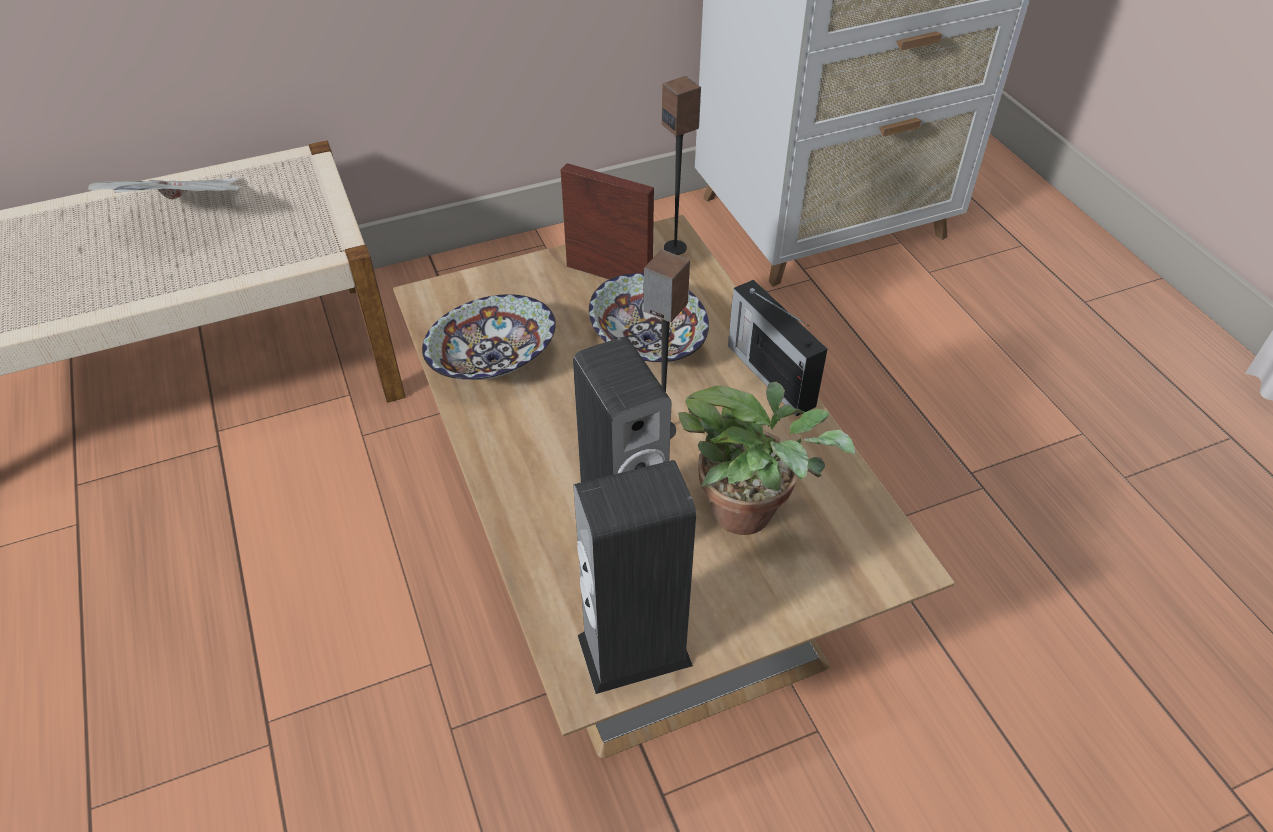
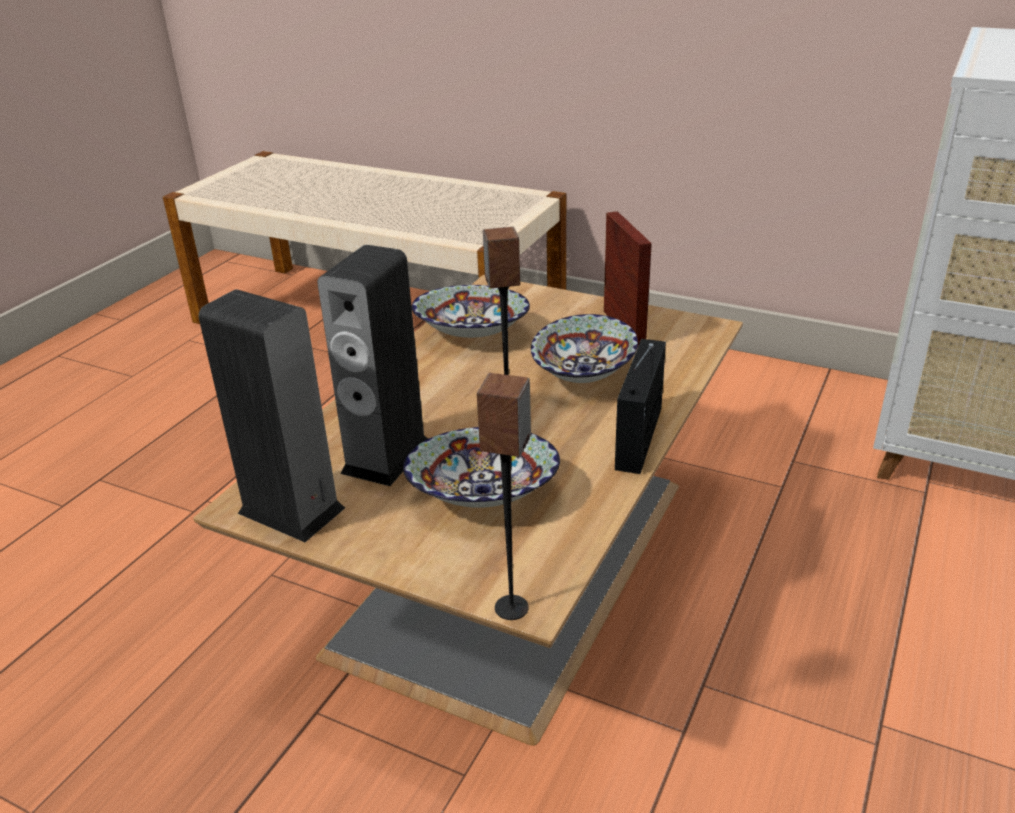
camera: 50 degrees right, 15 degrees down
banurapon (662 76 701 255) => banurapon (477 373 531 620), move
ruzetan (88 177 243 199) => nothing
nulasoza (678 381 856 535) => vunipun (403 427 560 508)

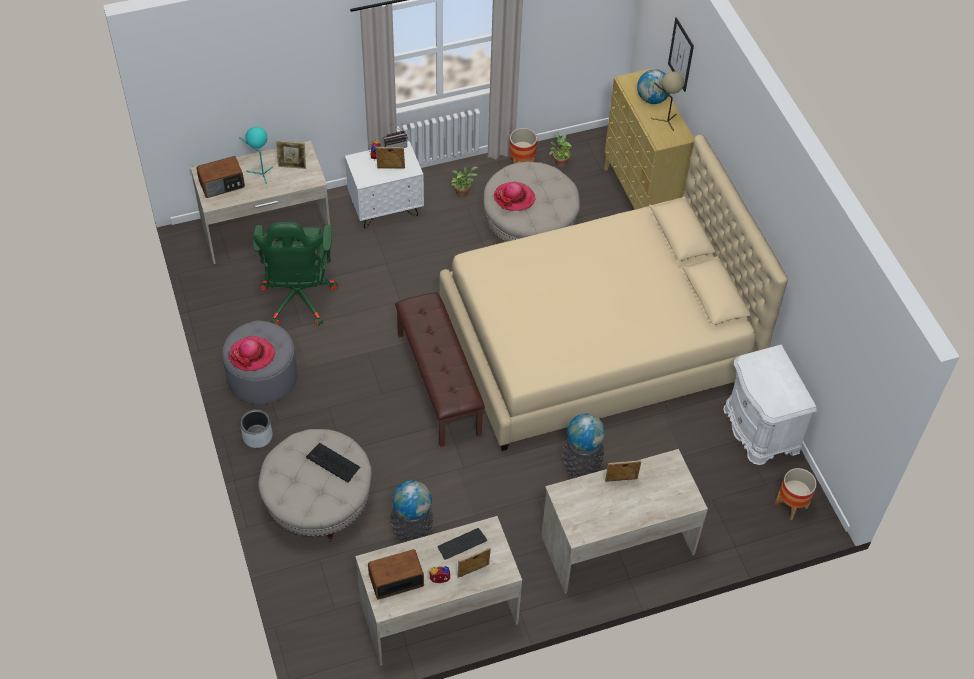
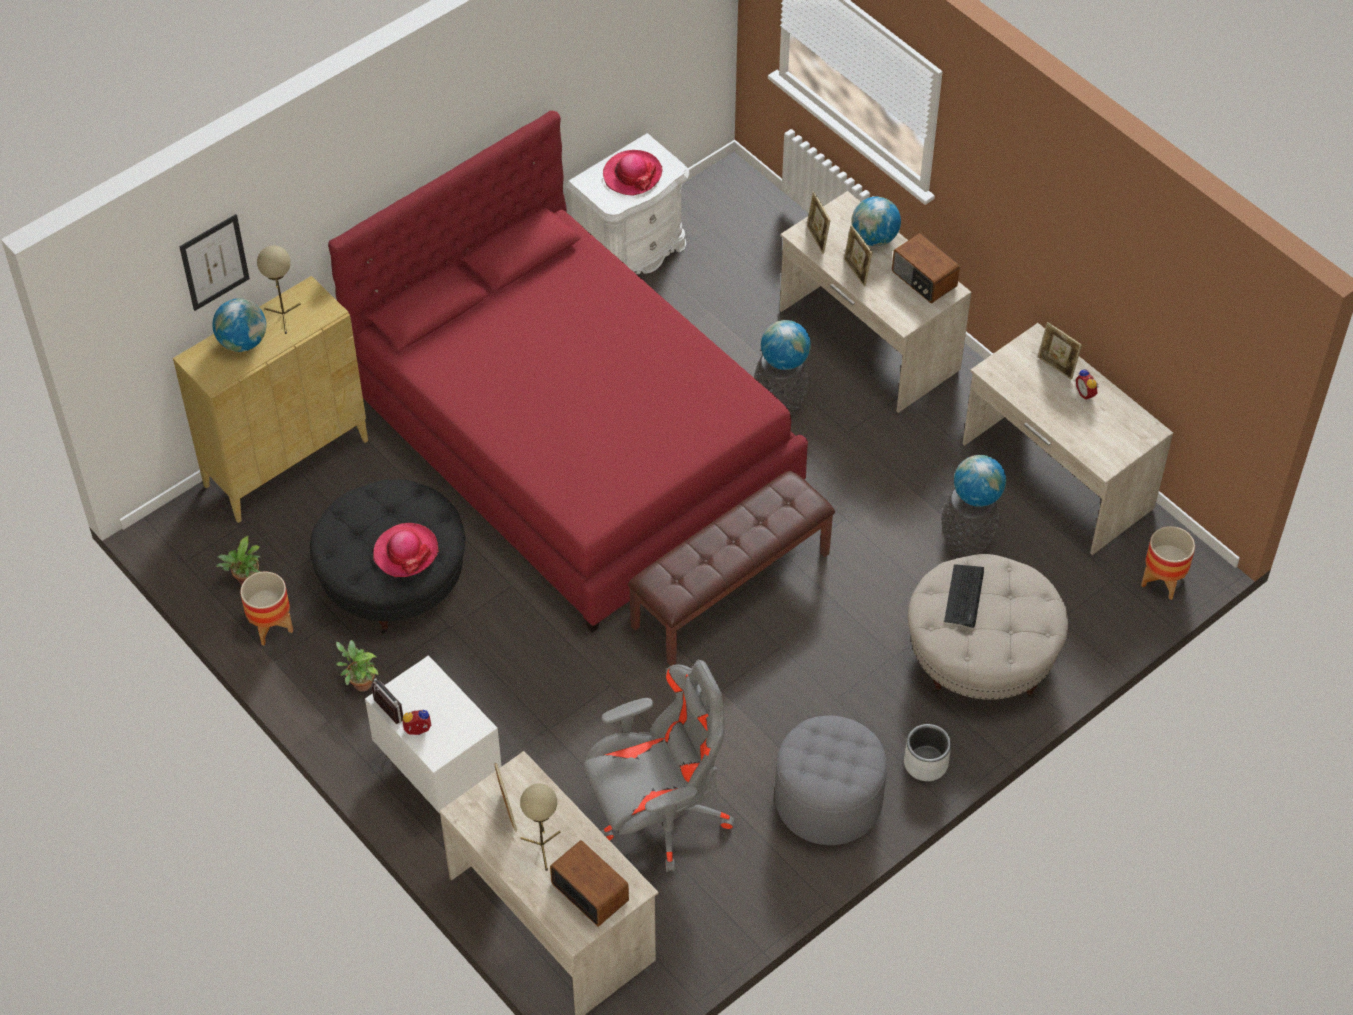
camera: 110 degrees left, 0 degrees up
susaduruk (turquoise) (239 127 273 184) => susaduruk (beige) (520 784 560 871)
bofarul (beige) (439 135 788 451) => bofarul (red) (328 111 808 633)
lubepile (375 147 405 169) => lubepile (807 191 831 254), move
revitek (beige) (484 162 580 242) => revitek (black) (310 480 465 634)
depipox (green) (253 222 338 326) => depipox (grey) (583 659 735 872)
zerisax (229 336 275 371) => zerisax (603 150 663 196), move
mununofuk (775 468 817 520) => mununofuk (1141 526 1195 600), move
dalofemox (437 528 487 560) => nothing
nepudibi (368 549 424 600) => nepudibi (892 233 960 303), move
nothing => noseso (851 197 901 246)

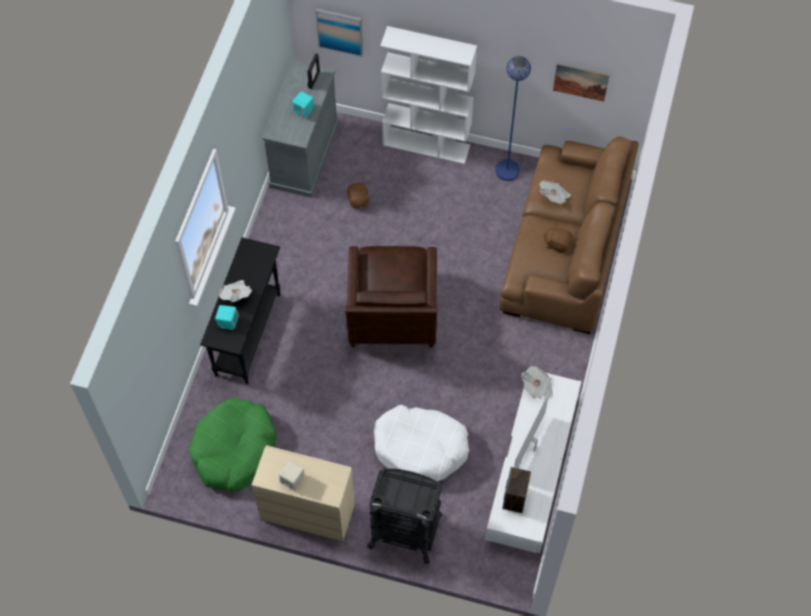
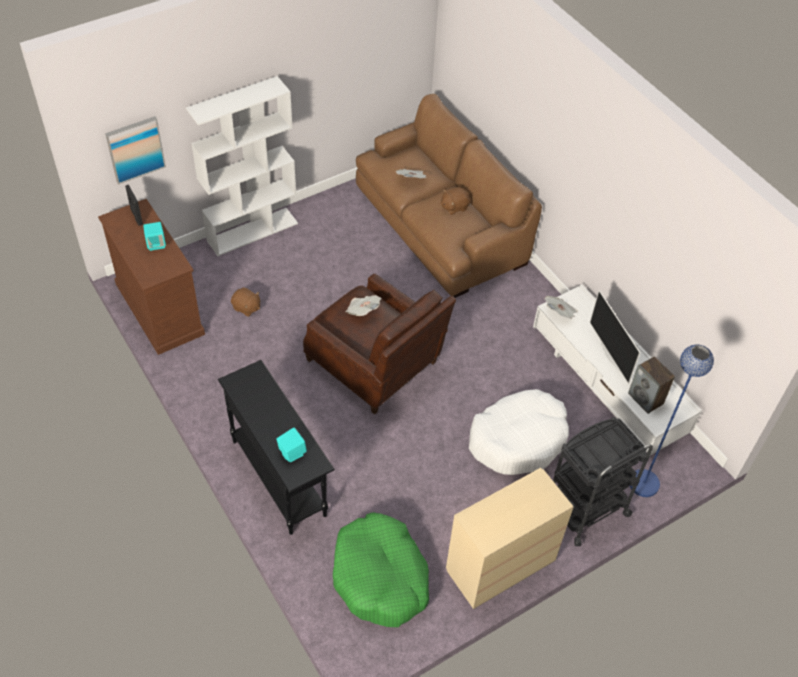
camera: 50 degrees left, 10 degrees down
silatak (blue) (495 56 531 181) => silatak (blue) (629 345 714 497), move
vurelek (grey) (262 61 339 198) => vurelek (brown) (98 199 205 355)
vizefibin (553 64 609 102) => nothing
ruzetan (219 280 252 302) => ruzetan (345 295 382 316), move
banurapon (beige) (279 461 304 490) => nothing

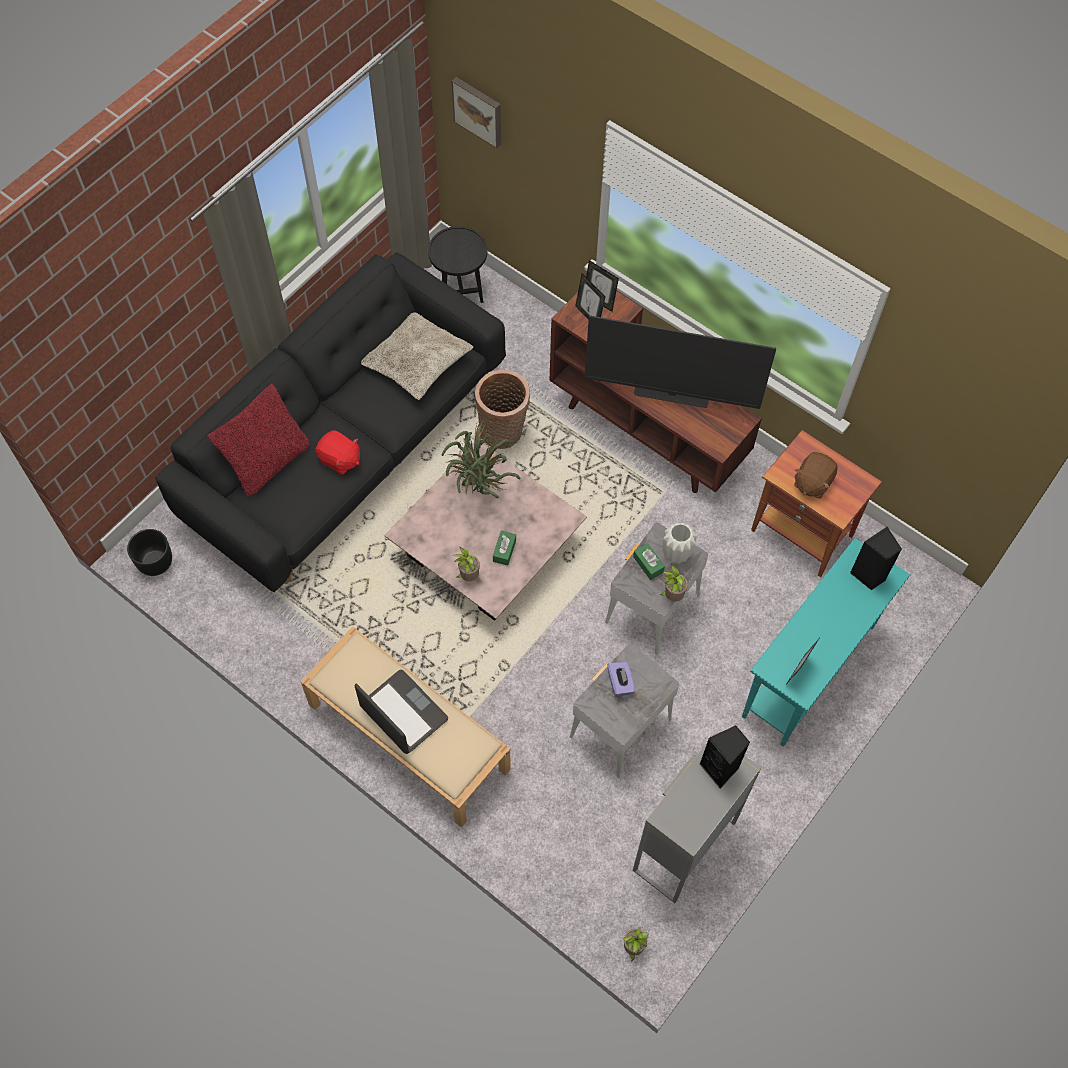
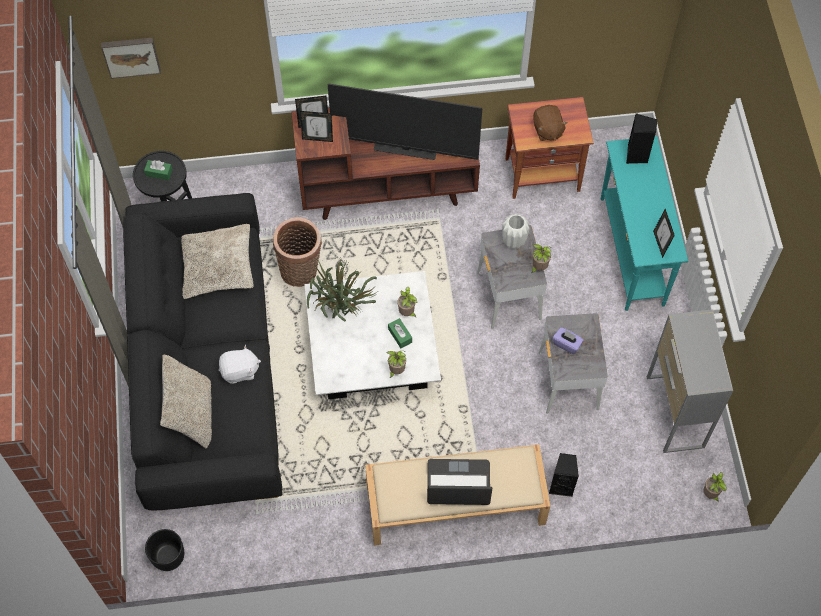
camera: 45 degrees left, 0 degrees up
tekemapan (585 316 776 409) => tekemapan (328 84 482 160), 45 degrees clockwise
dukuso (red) (208 384 310 496) => dukuso (beige) (160 354 212 449)
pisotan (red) (315 430 360 475) => pisotan (white) (219 345 261 384)
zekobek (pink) (384 442 587 621) => zekobek (white) (304 271 441 399)
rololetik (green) (633 543 665 580) => rololetik (green) (144 160 173 180), move
banurapon (black) (700 725 750 789) => banurapon (black) (549 453 579 497), move
nothing => nulasoza (398 287 417 317)

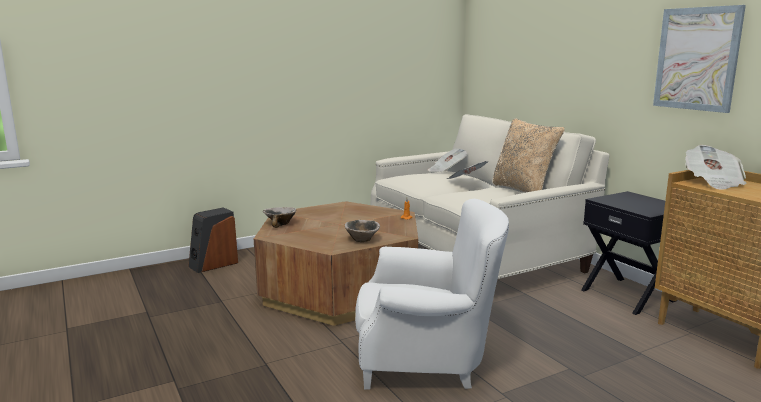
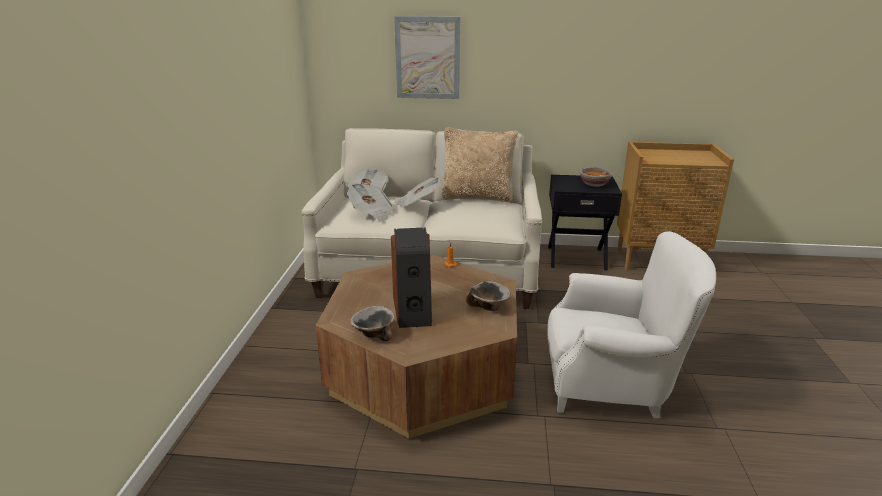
camera: 55 degrees left, 10 degrees up
vizefibin (653 5 746 113) => vizefibin (394 16 460 99), move
ruzetan (685 145 747 190) => ruzetan (347 183 395 221), move
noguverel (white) (355 199 509 389) => noguverel (white) (547 232 716 418), 60 degrees clockwise
banurapon (188 207 238 273) => banurapon (391 227 432 328), move
nothing => vunipun (580 167 612 187)

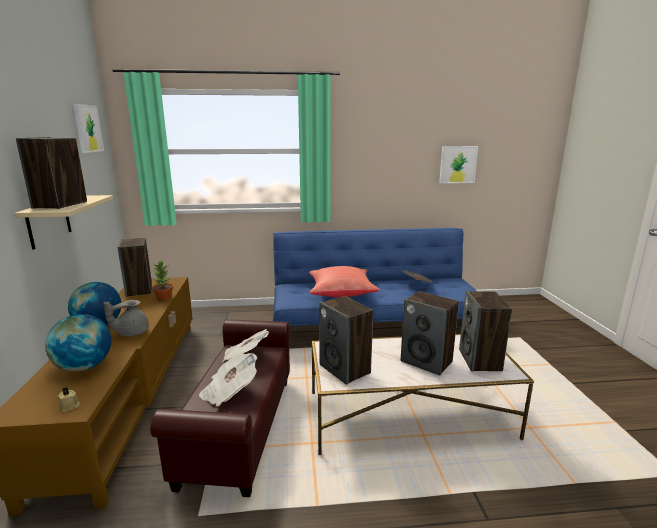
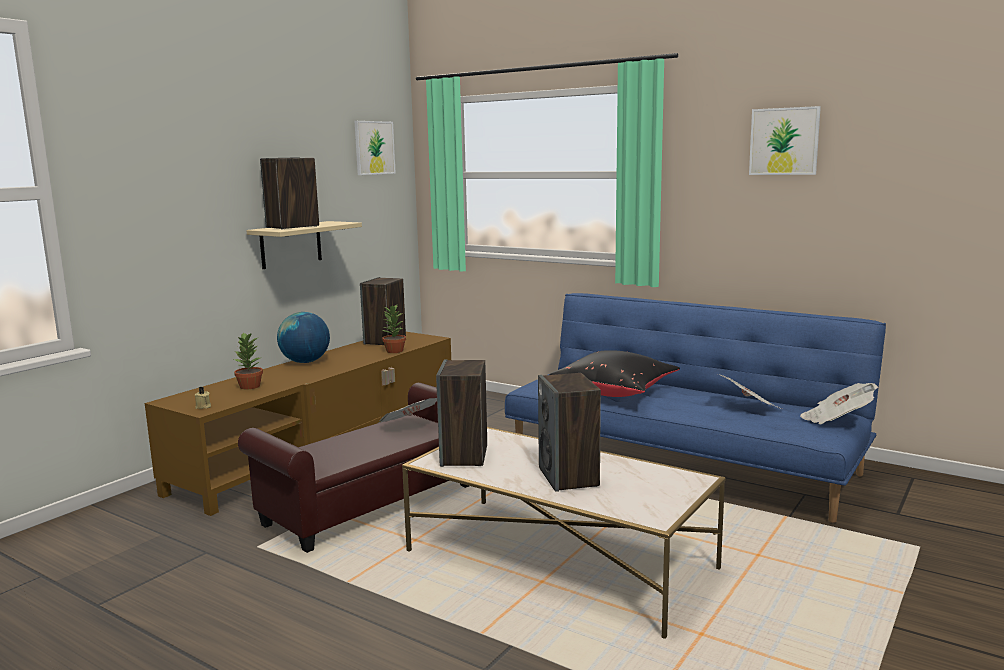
camera: 40 degrees right, 5 degrees down
vizefibin (439 146 478 183) => vizefibin (749 106 821 175), move
dukuso (red) (309 266 380 297) => dukuso (black) (549 350 680 397)
banurapon (459 291 512 372) => nothing
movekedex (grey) (103 300 149 336) => nothing
noseso (45 314 112 372) => nulasoza (234 332 263 389)
ruzetan (199 353 258 406) => ruzetan (800 383 878 424), move

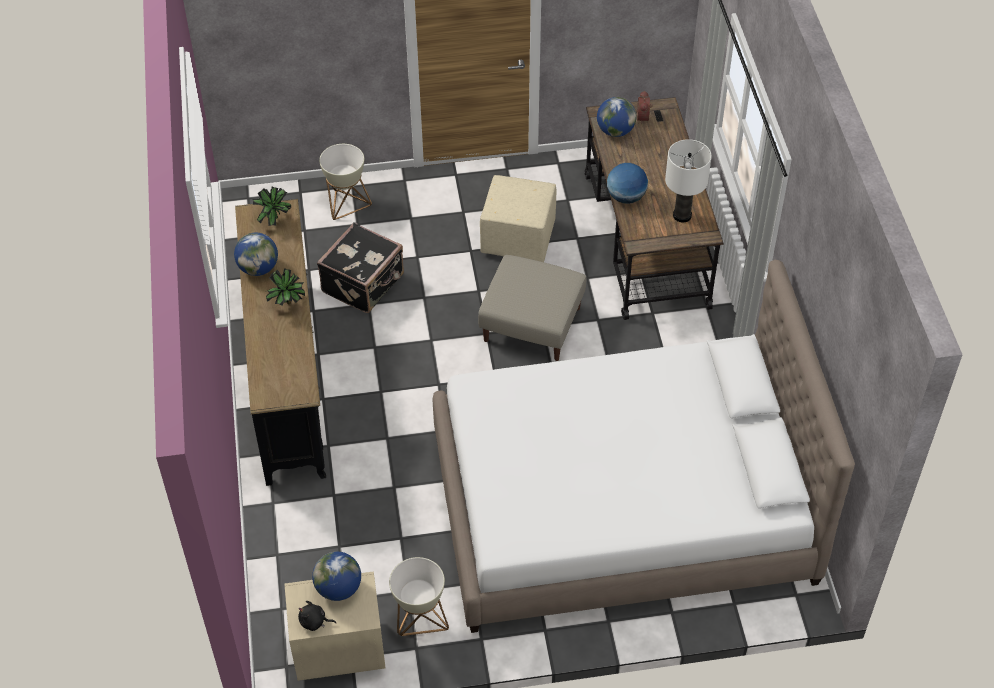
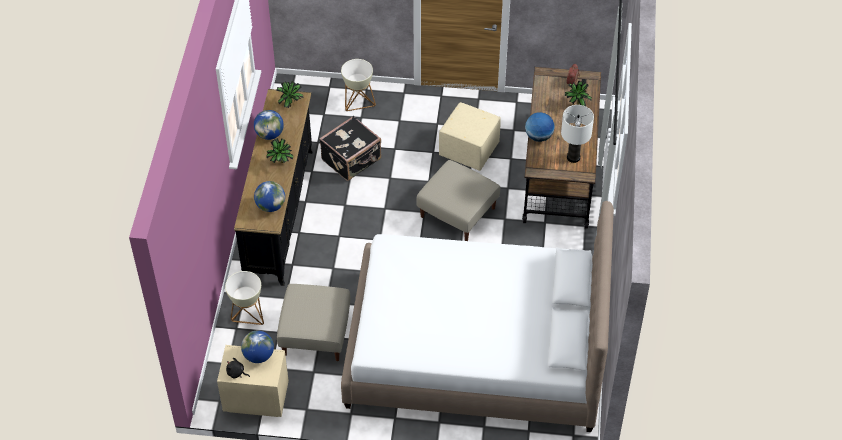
camera: 15 degrees right, 0 degrees up
noseso (597 97 636 137) => noseso (254 181 285 212), move
mununofuk (389 557 449 636) => mununofuk (225 271 264 325), move
nothing => nulasoza (565 80 592 106)
nothing => revitek (beige) (277 284 350 361)

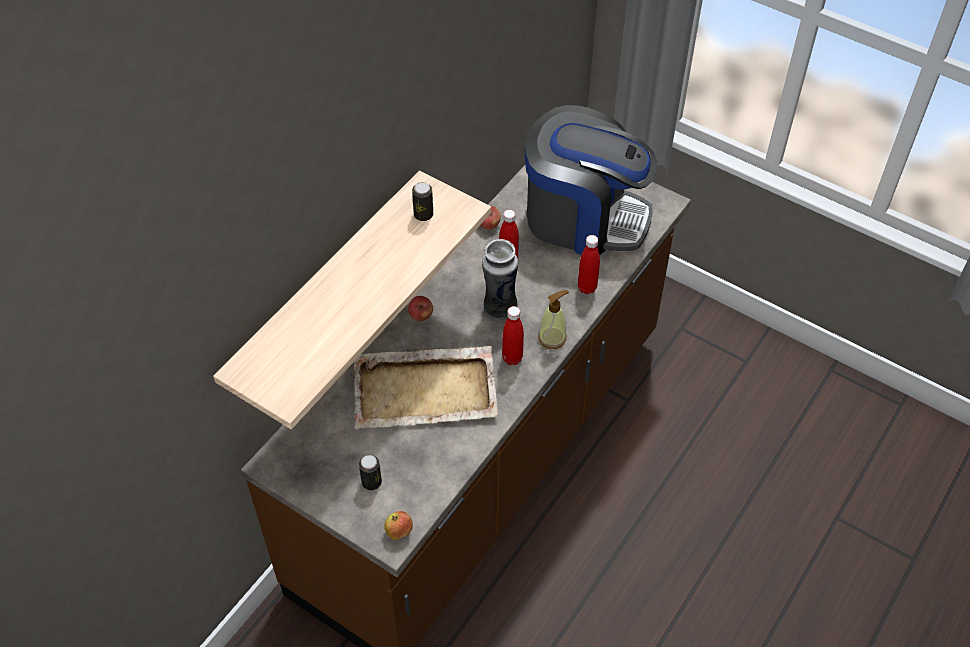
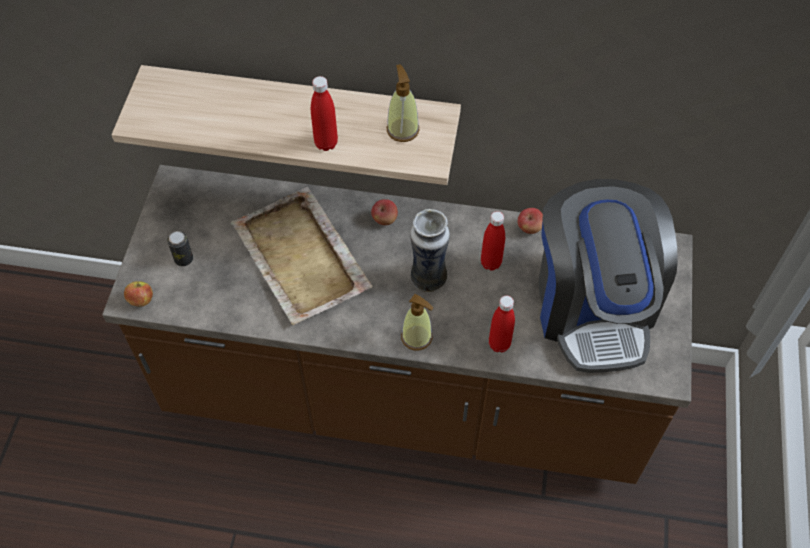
camera: 65 degrees right, 5 degrees up
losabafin (412 182 433 221) => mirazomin (387 64 420 142)
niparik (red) (502 306 524 365) => niparik (red) (311 76 338 151), move

